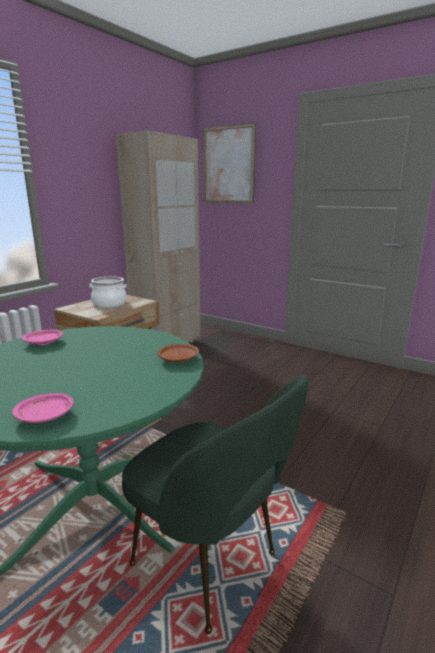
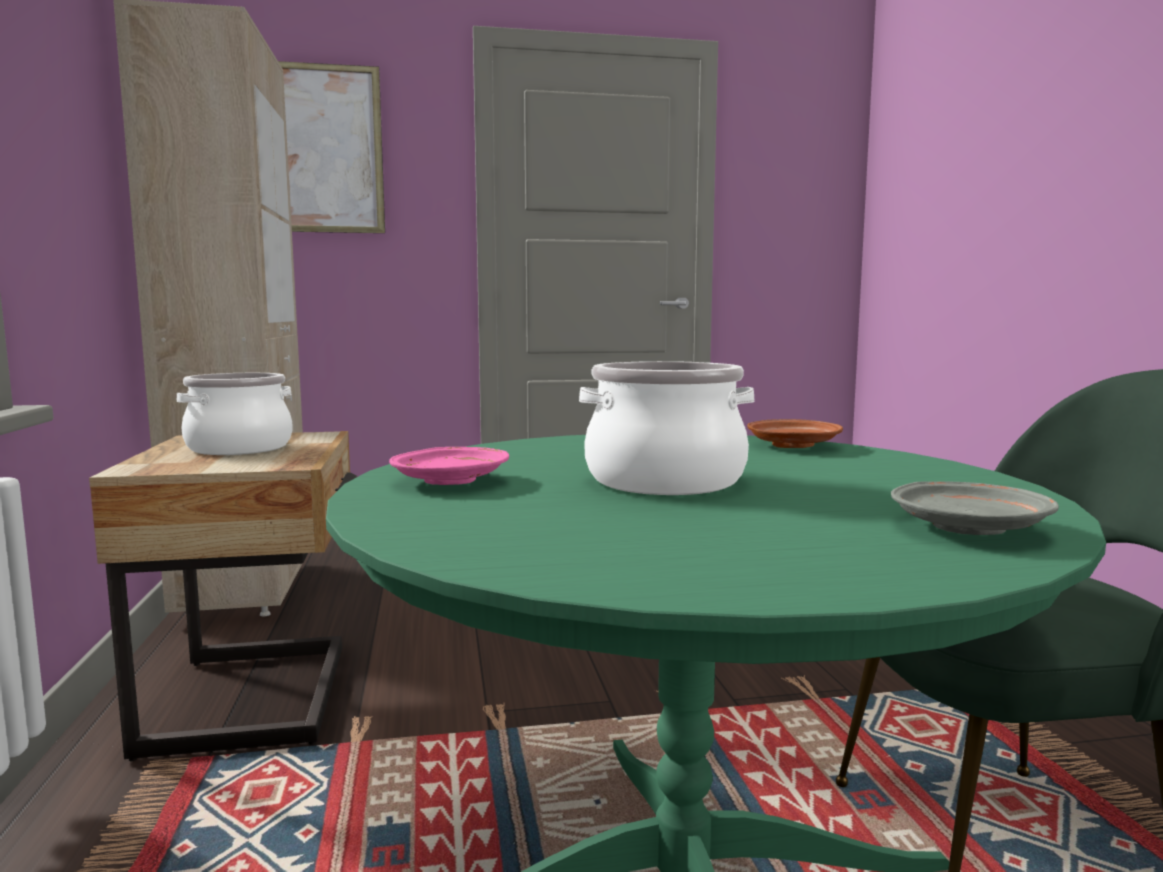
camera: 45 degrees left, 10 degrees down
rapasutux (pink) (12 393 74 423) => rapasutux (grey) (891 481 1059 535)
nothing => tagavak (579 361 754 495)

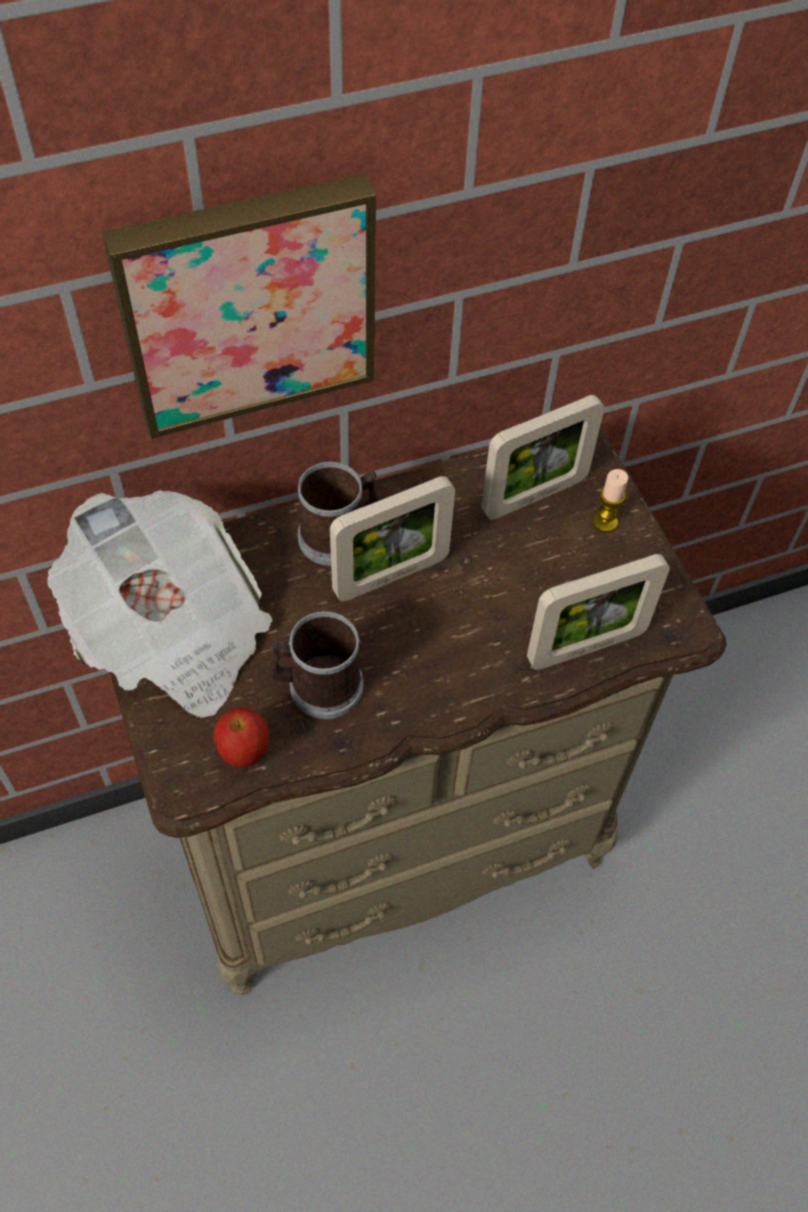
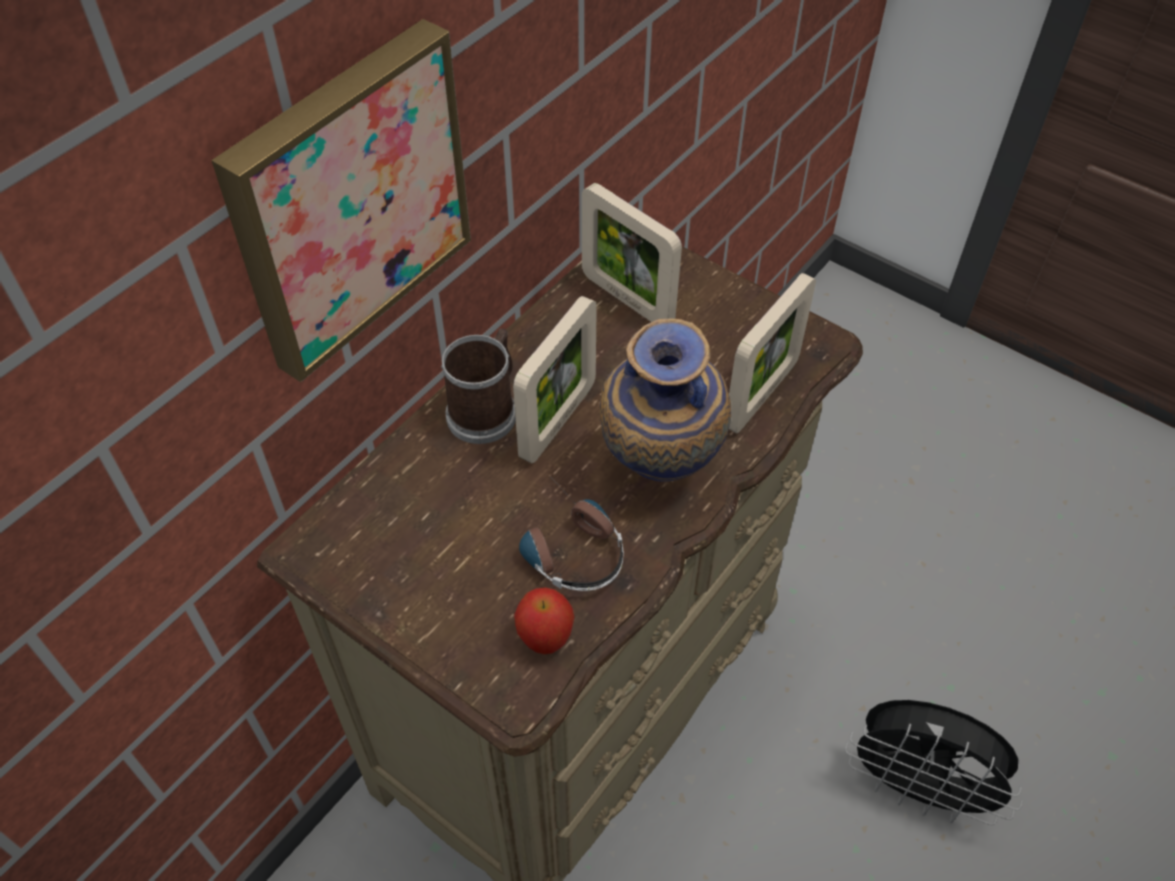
camera: 30 degrees left, 5 degrees down
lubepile (481 395 605 520) => lubepile (582 183 682 322), 105 degrees clockwise
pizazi (593 469 628 532) => nothing
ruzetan (47 490 273 718) => nothing
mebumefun (269 611 363 719) => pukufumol (519 480 624 591)
nothing => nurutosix (599 319 731 482)
nothing => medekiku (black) (845 700 1023 825)

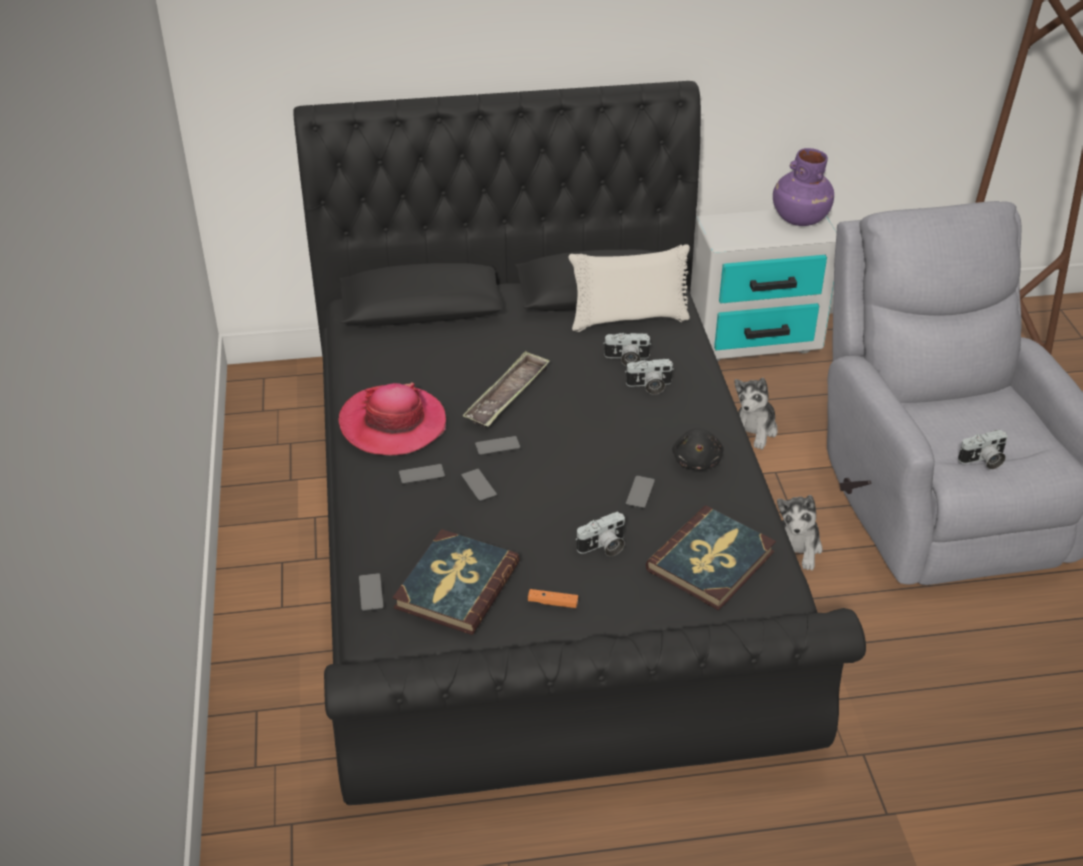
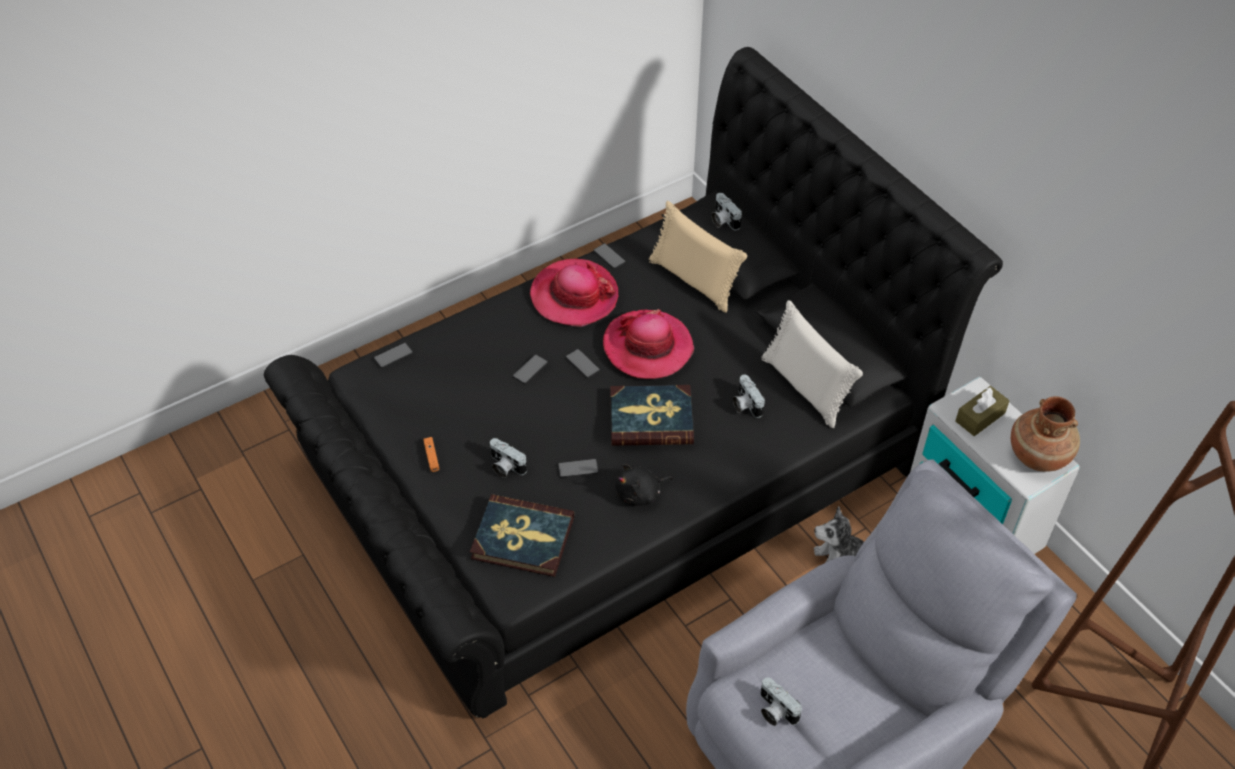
camera: 65 degrees right, 10 degrees up
nurutosix (purple) (773 148 834 226) => nurutosix (brown) (1011 396 1080 471)
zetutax (462 351 550 428) => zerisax (603 309 694 379)
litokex (625 359 674 395) => litokex (712 193 742 230), move
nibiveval (398 464 445 485) => nibiveval (593 243 626 269), move
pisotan (777 495 822 571) => nothing
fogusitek (393 529 520 635) => fogusitek (610 385 694 446), move
nothing => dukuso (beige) (648 201 747 313)
nothing => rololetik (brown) (955 386 1010 436)

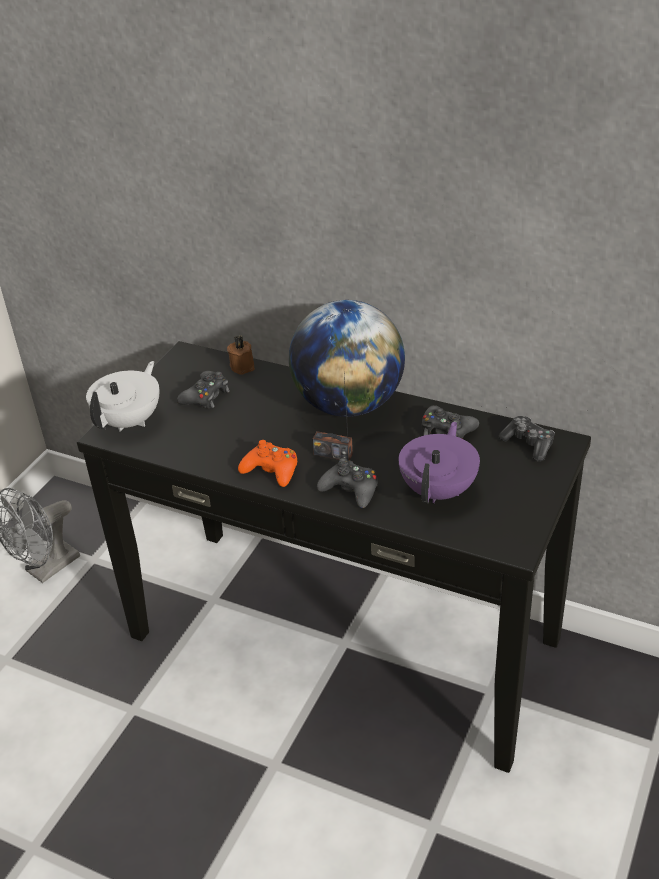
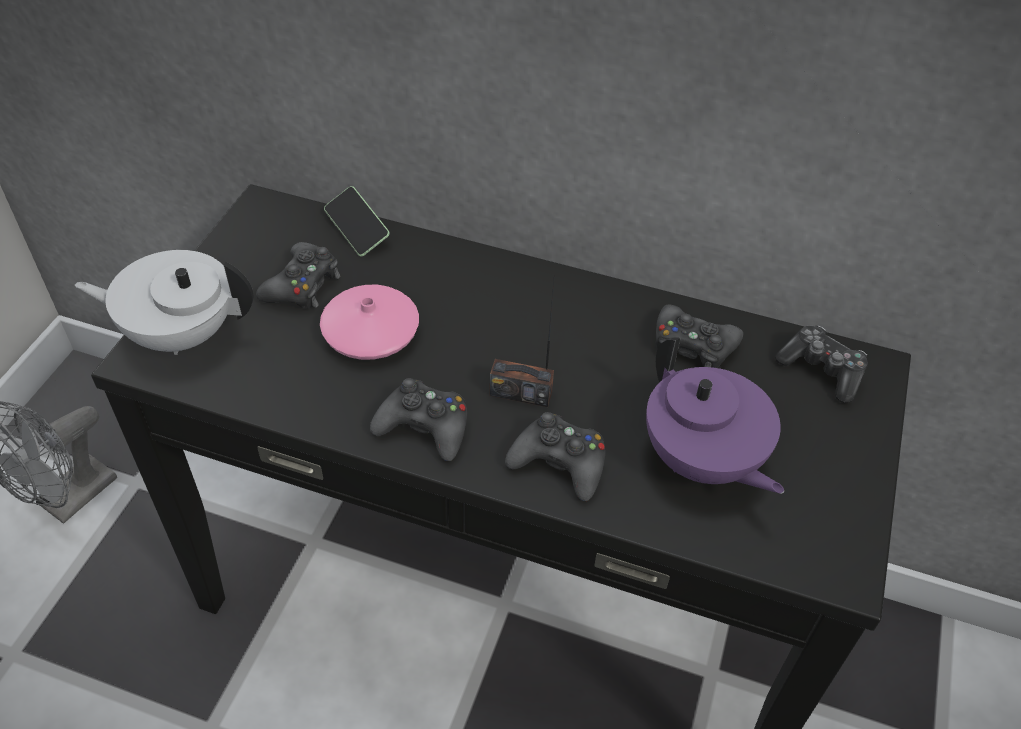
camera: 10 degrees left, 10 degrees up
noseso (289 300 405 417) => nothing
pizazi (brown) (227 336 255 375) => nibiveval (324 186 390 256)
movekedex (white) (86 361 160 432) => movekedex (white) (74 250 253 355), 105 degrees counterclockwise
movekedex (purple) (399 422 480 503) => movekedex (purple) (646 337 784 494), 135 degrees clockwise
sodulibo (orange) (238 440 297 487) => sodulibo (black) (370 378 467 461)
nothing => nurutosix (pink) (320 285 419 360)

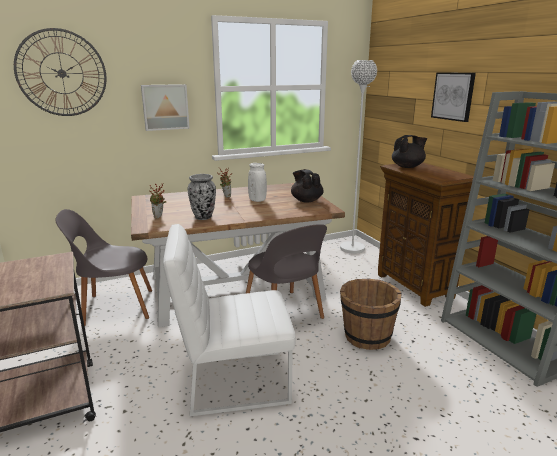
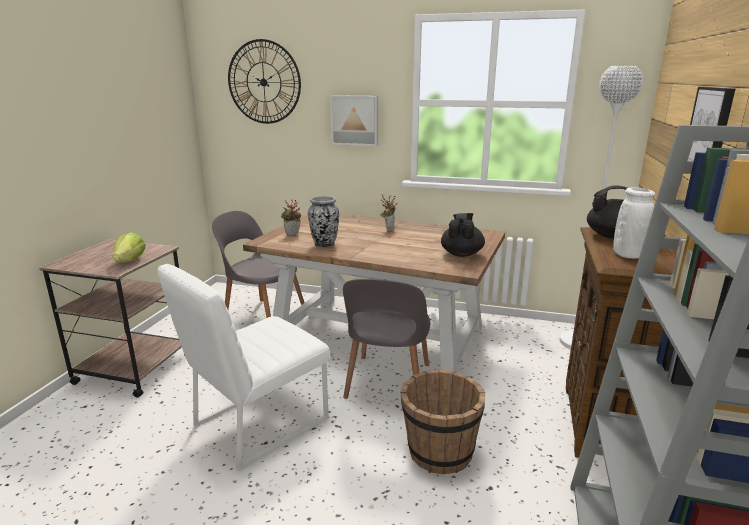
camera: 40 degrees right, 0 degrees up
nurutosix (white) (248 163 267 202) => nurutosix (white) (613 187 655 259), move
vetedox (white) (163 224 296 416) => vetedox (white) (157 264 330 471), 75 degrees counterclockwise
nothing => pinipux (113 232 146 263)

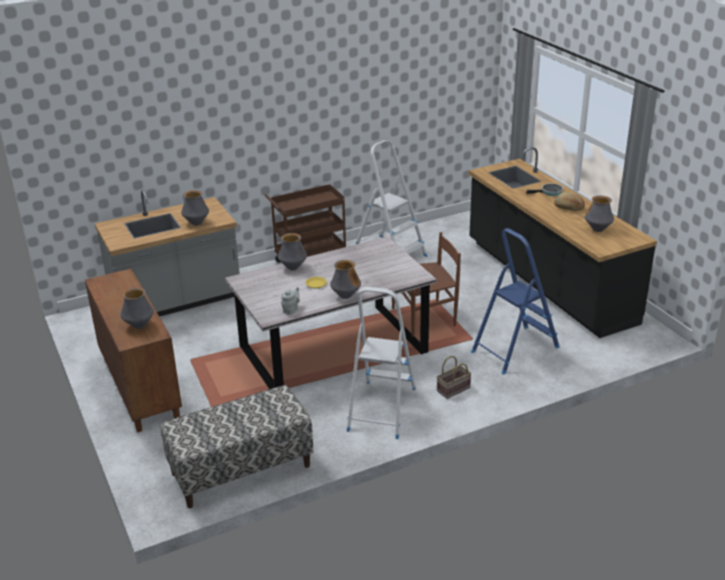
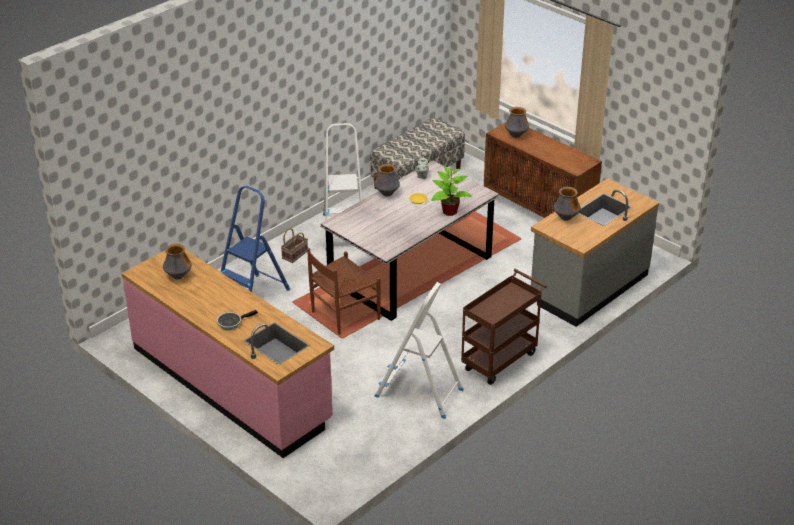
camera: 160 degrees right, 5 degrees up
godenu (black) (468 147 657 338) => godenu (pink) (122 249 334 458)
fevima (554 192 585 211) => nothing
nurutosix (278 233 307 270) => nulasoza (431 166 472 216)

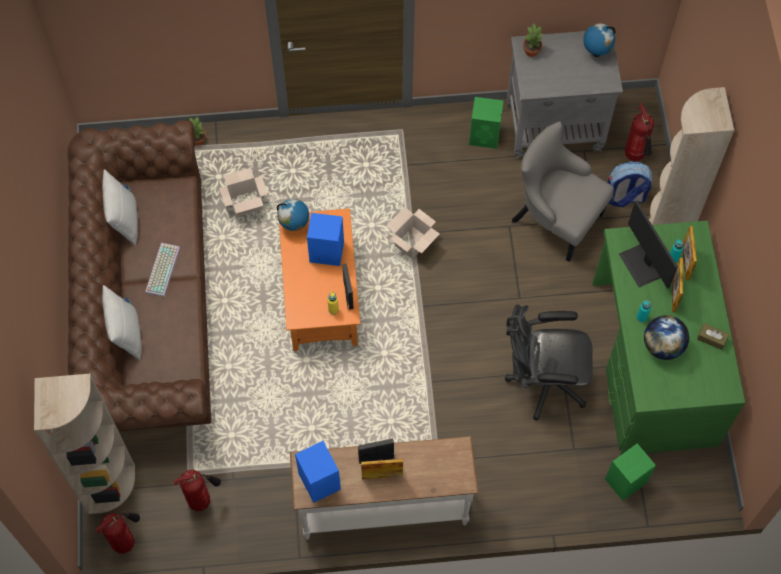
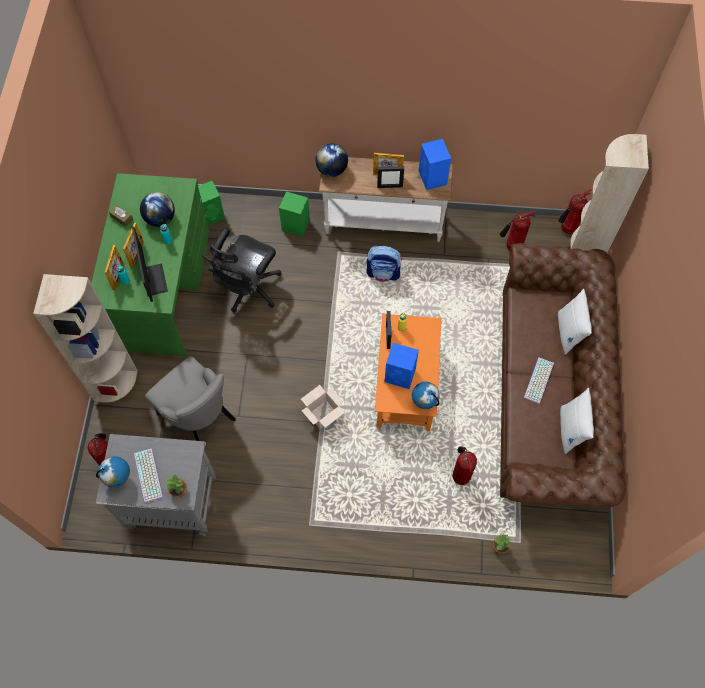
camera: 170 degrees left, 0 degrees up
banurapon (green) (469 97 504 149) => banurapon (green) (279 192 310 236), move
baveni (608 162 652 207) => baveni (366 246 402 282), move
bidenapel (219 168 268 217) => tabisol (452 446 477 485)
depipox (505 304 593 421) => depipox (202 228 281 312), 105 degrees clockwise
nothing => noseso (315 143 348 177)
nothing => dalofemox (134 448 163 503)

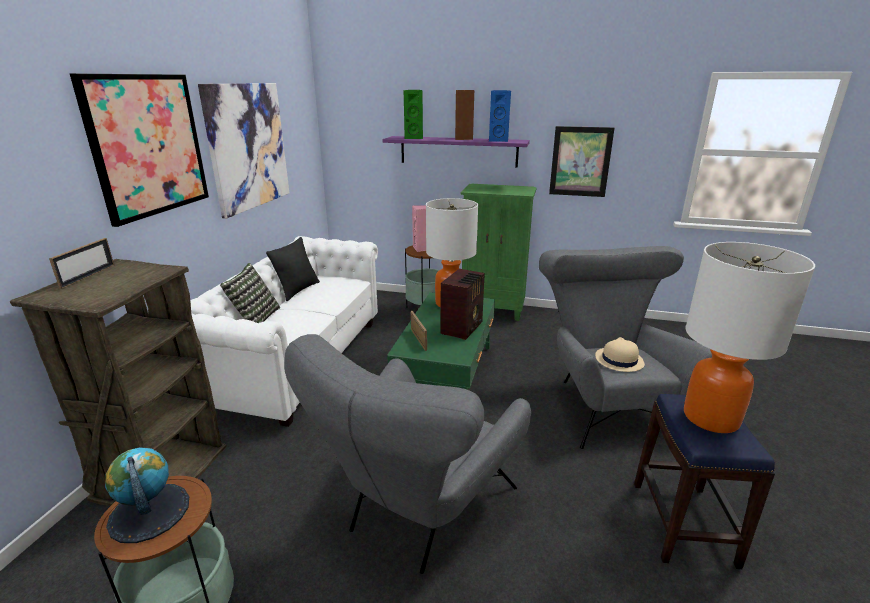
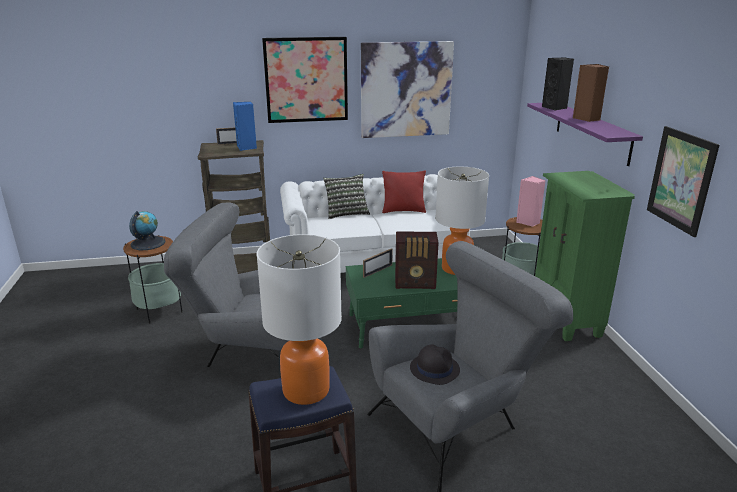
camera: 65 degrees right, 0 degrees up
banurapon (green) (403 90 423 139) => banurapon (black) (542 57 574 111)
banurapon (blue) (489 90 511 142) => banurapon (blue) (233 102 257 151), move
dukuso (black) (266 237 320 301) => dukuso (red) (382 170 426 213)
zerisax (beige) (595 337 645 372) => zerisax (black) (410 344 460 385)

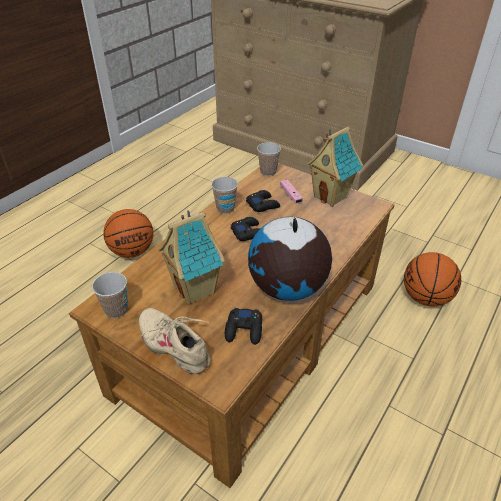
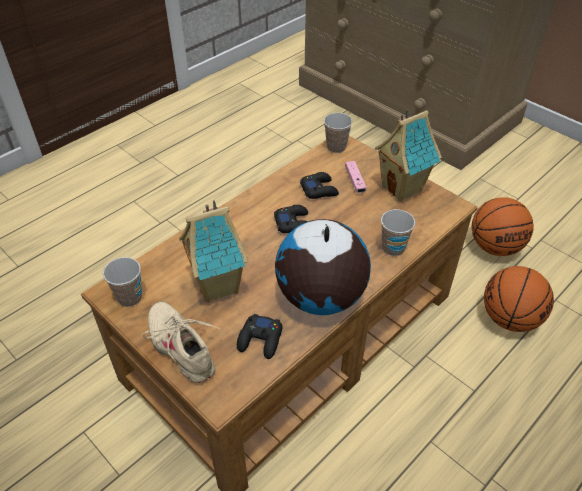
camera: 10 degrees right, 5 degrees up
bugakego (211 177 238 214) => bugakego (381 209 415 256), move
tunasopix (103 209 153 258) => tunasopix (472 197 534 256), move

